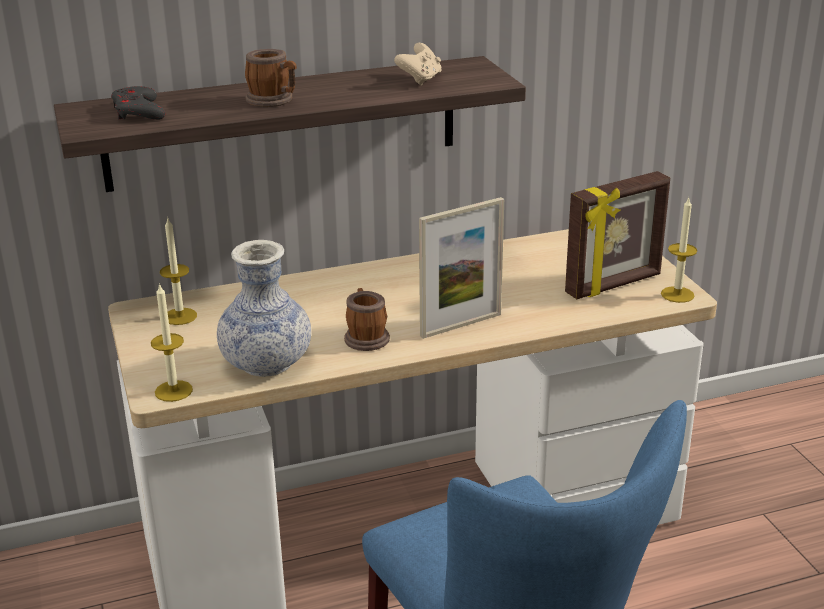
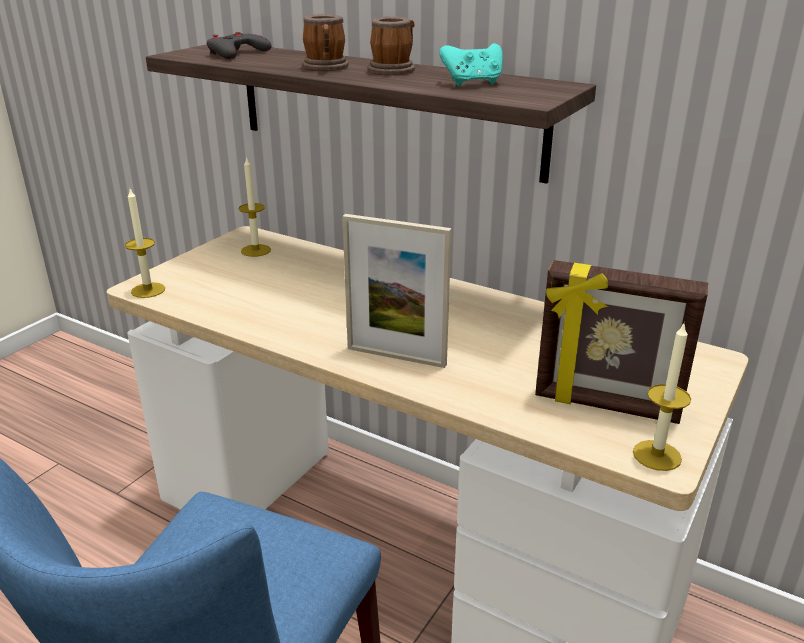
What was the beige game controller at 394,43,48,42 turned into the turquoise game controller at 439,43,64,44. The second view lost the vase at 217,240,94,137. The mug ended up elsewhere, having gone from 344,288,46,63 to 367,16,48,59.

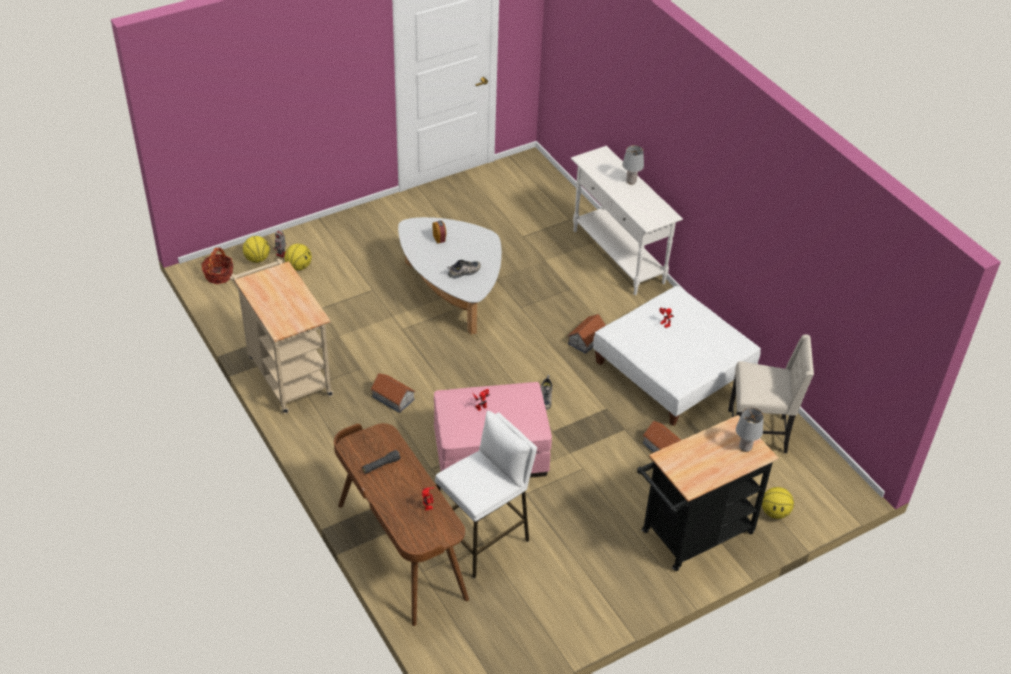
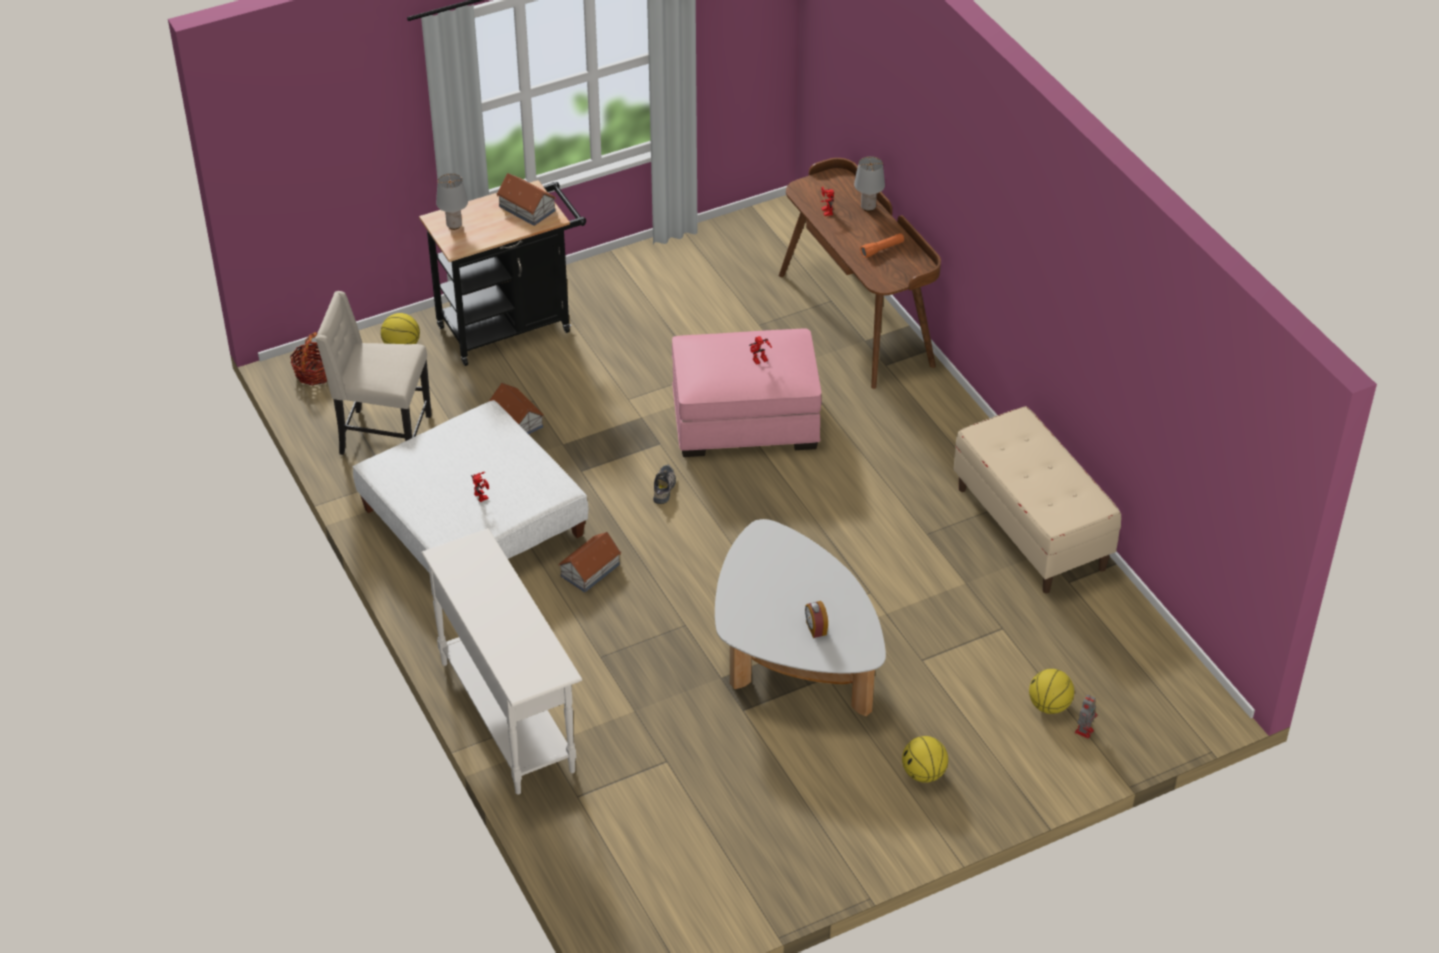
The grey table lamp ended up elsewhere, having gone from 622,145,22,40 to 854,156,31,55. The basketball ended up elsewhere, having gone from 243,236,27,27 to 902,736,46,47. The basket ended up elsewhere, having gone from 201,248,32,36 to 290,332,37,53. Where the beige cart stood at 230,258,104,156, the beige bench came to stand at 953,406,168,187. The second view lost the shoe at 447,260,34,19. The toy house ended up elsewhere, having gone from 371,373,44,40 to 496,173,61,53. The second view lost the white stool at 435,411,102,168. What was the black flashlight at 362,450,39,24 turned into the orange flashlight at 860,233,44,24.

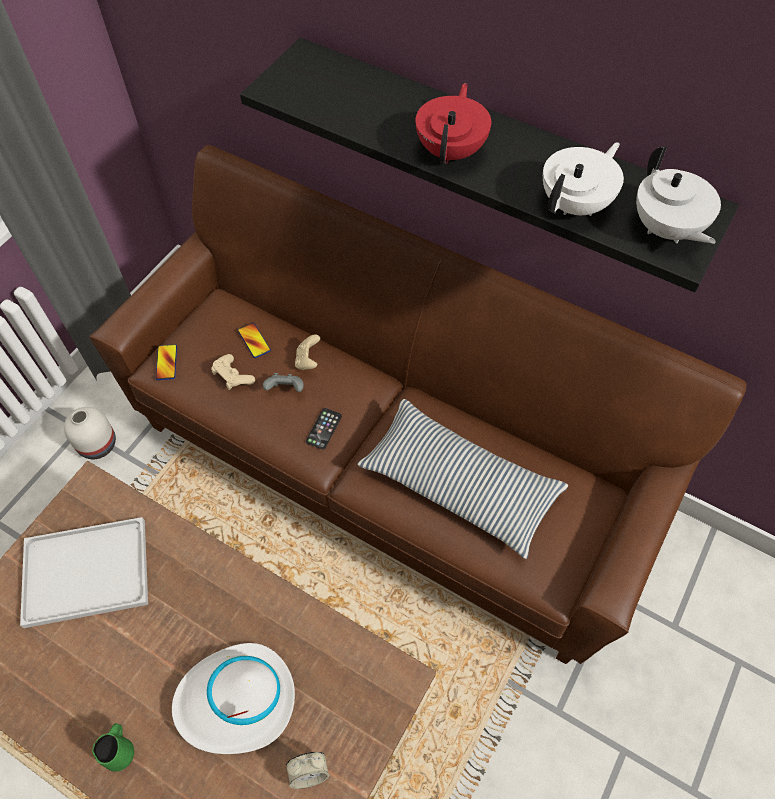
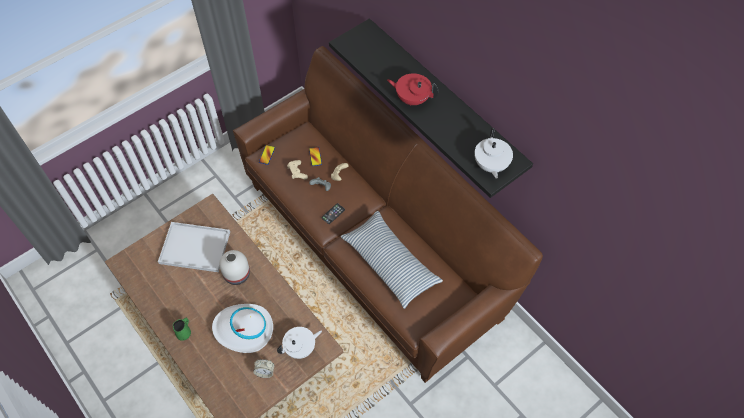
The red teapot at 416,83,75,81 ended up facing another way, 105 degrees counterclockwise from before. The white teapot ended up elsewhere, having gone from 543,142,81,74 to 277,327,45,32. The white vase ended up elsewhere, having gone from 64,407,52,52 to 219,250,31,35.

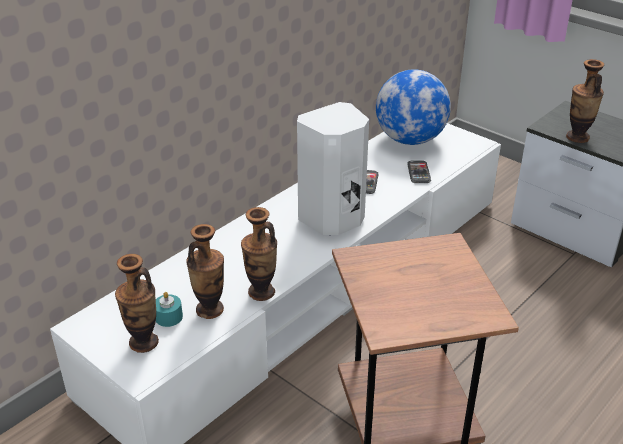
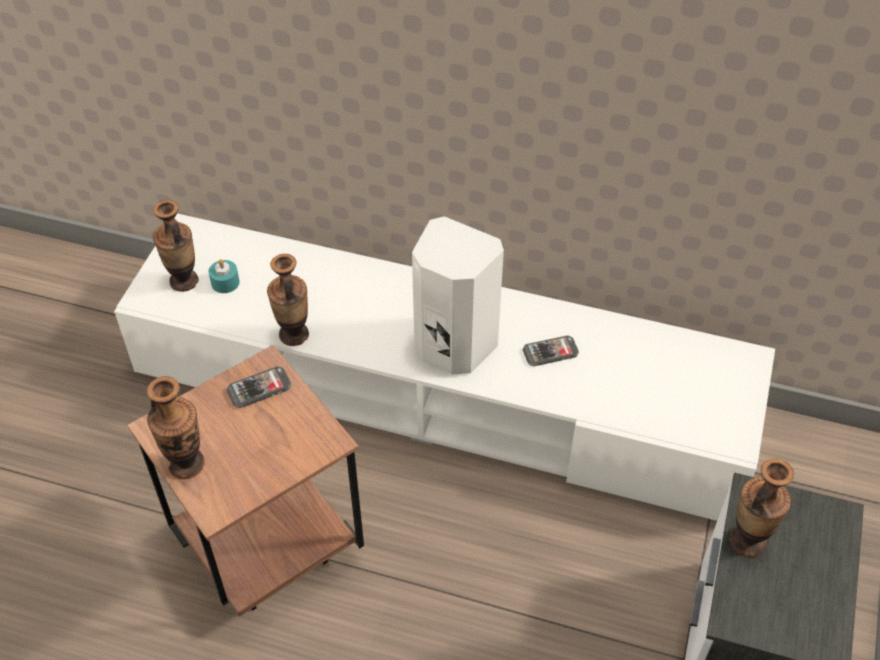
The second view lost the globe at 376,69,75,76. The phone ended up elsewhere, having gone from 407,160,24,23 to 227,366,64,42. The vase ended up elsewhere, having gone from 186,224,38,95 to 147,376,58,103.

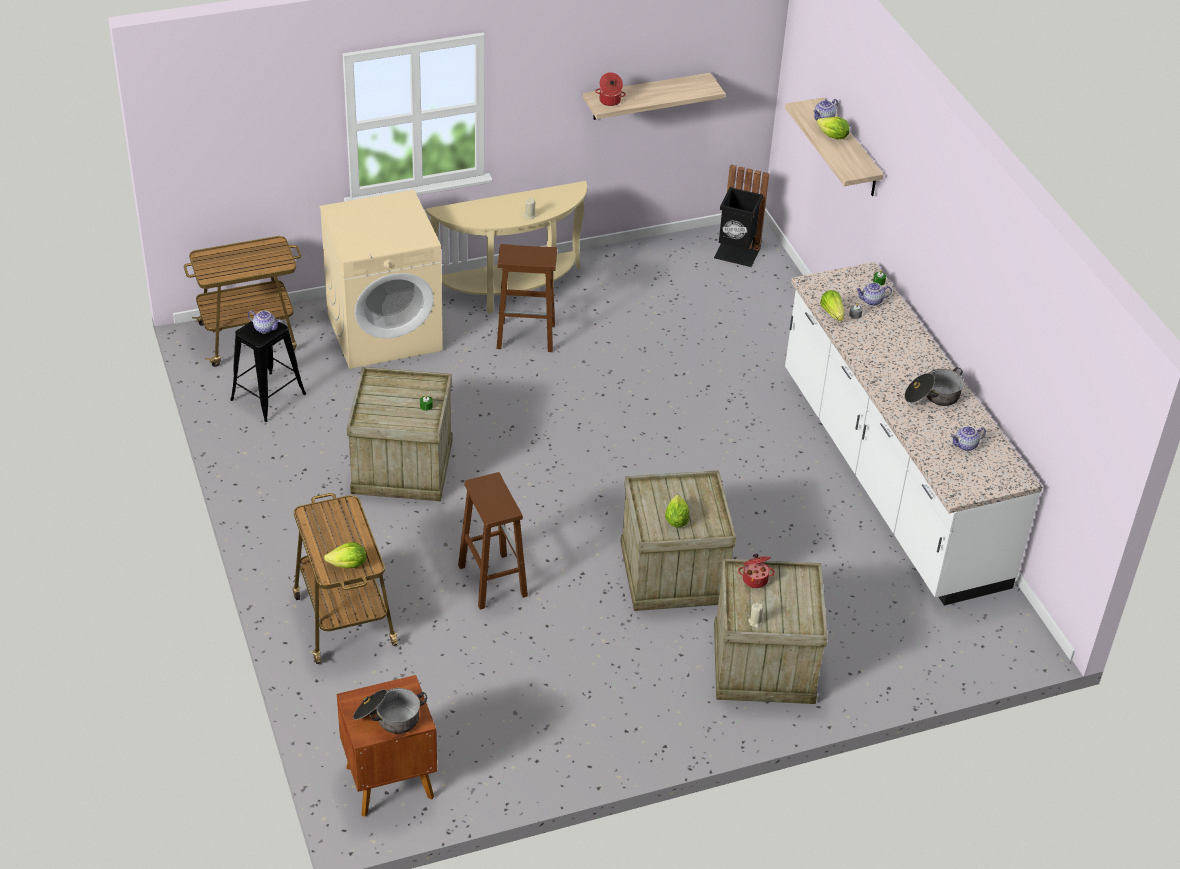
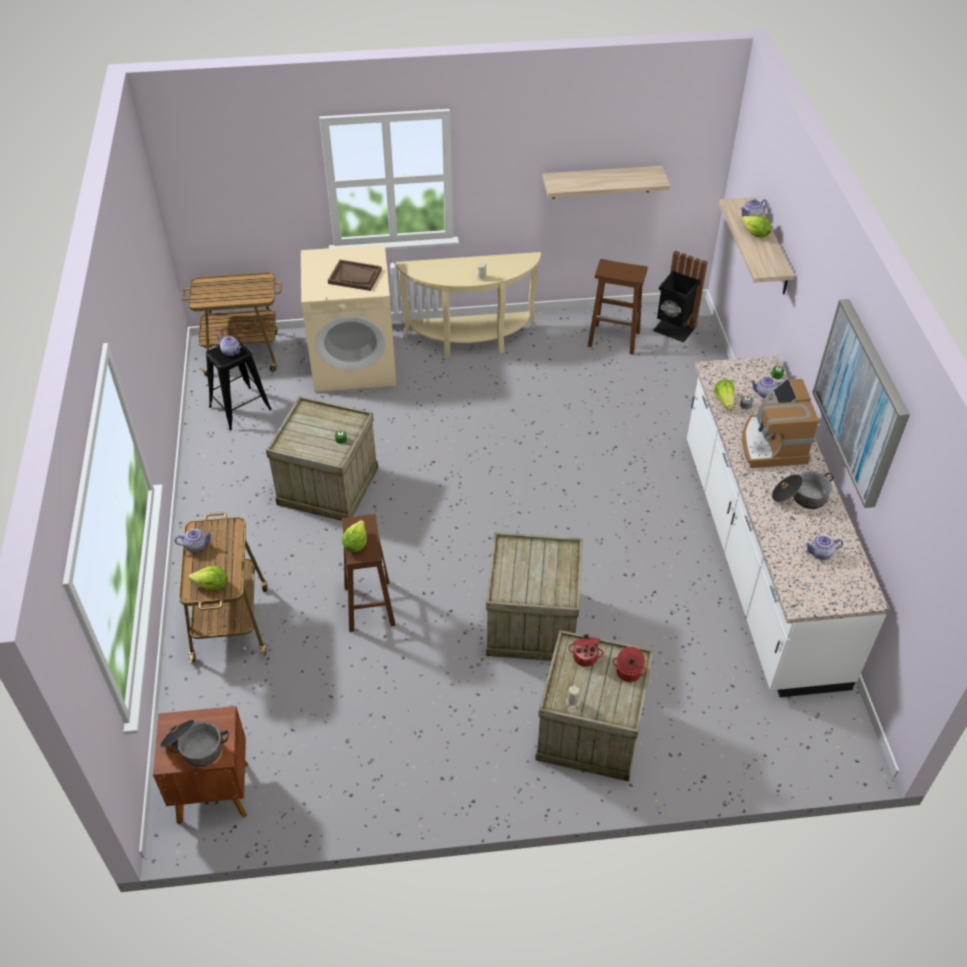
The cooking pot ended up elsewhere, having gone from 595,72,31,34 to 613,647,34,35. The brown stool ended up elsewhere, having gone from 496,244,61,108 to 588,259,60,96. The lettuce ended up elsewhere, having gone from 665,495,24,32 to 342,520,25,32. The second view gained the brown tray at 328,260,54,31. The second view gained the picture at 812,299,98,209. The second view gained the coffee machine at 742,378,77,90. The second view gained the teapot at 175,529,38,23.

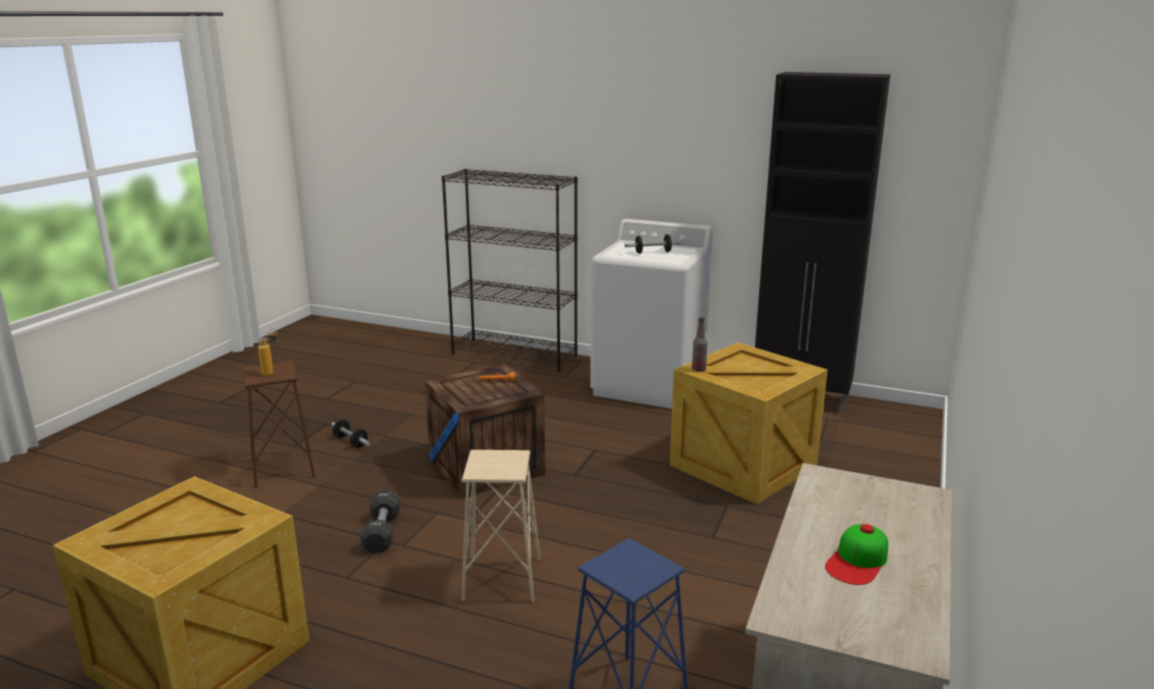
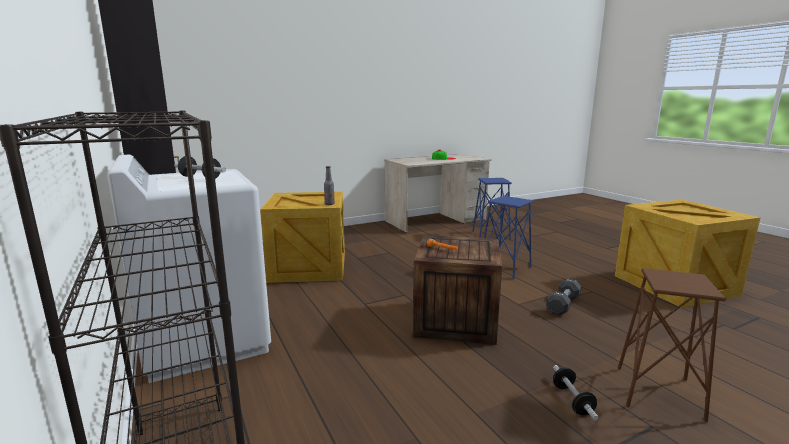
The second view lost the bottle at 258,329,20,47. What was the beige stool at 461,450,80,152 turned into the blue stool at 484,196,49,83.

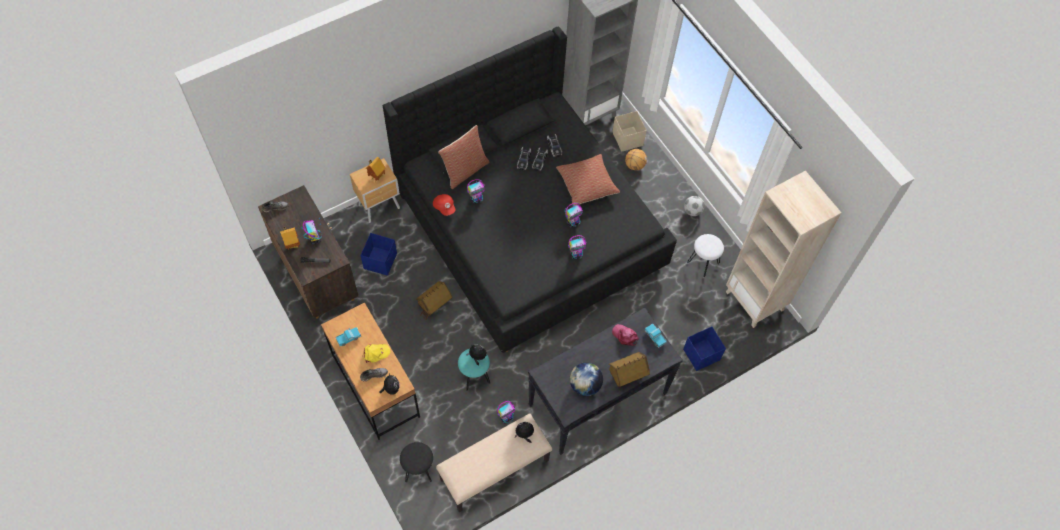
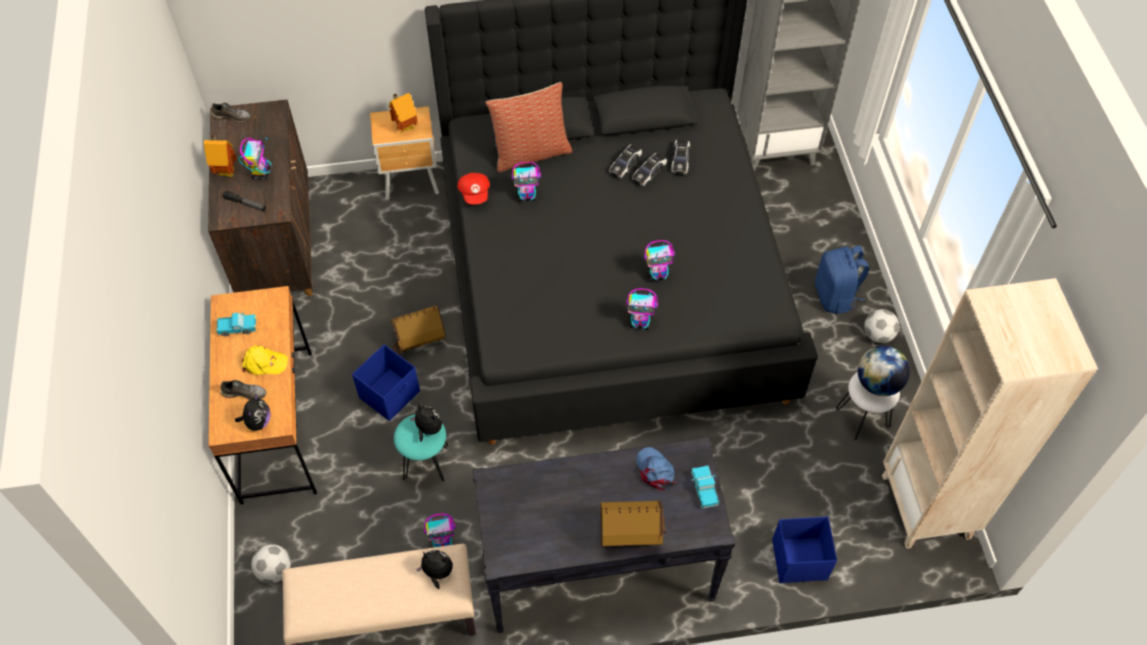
The second view lost the beige storage box at 612,111,35,41. The second view lost the basketball at 625,149,22,21. The second view lost the pillow at 556,154,64,52. The blue storage box ended up elsewhere, having gone from 360,233,37,43 to 352,344,68,77. What was the pink cap at 612,324,27,22 turned into the blue cap at 636,447,41,43. The globe ended up elsewhere, having gone from 570,362,33,34 to 858,346,52,50. Where the black stool stood at 400,442,33,41, the football came to stand at 251,544,40,39. The second view gained the blue backpack at 815,246,54,68.

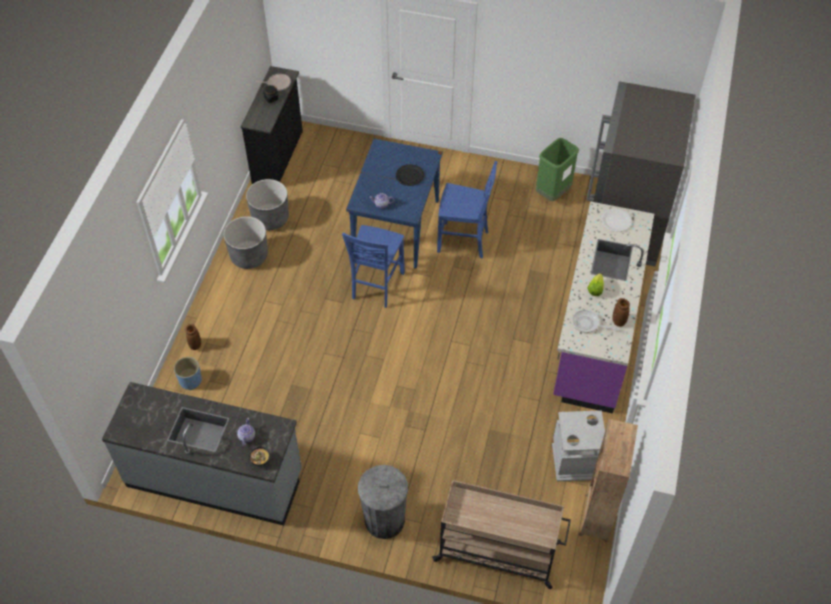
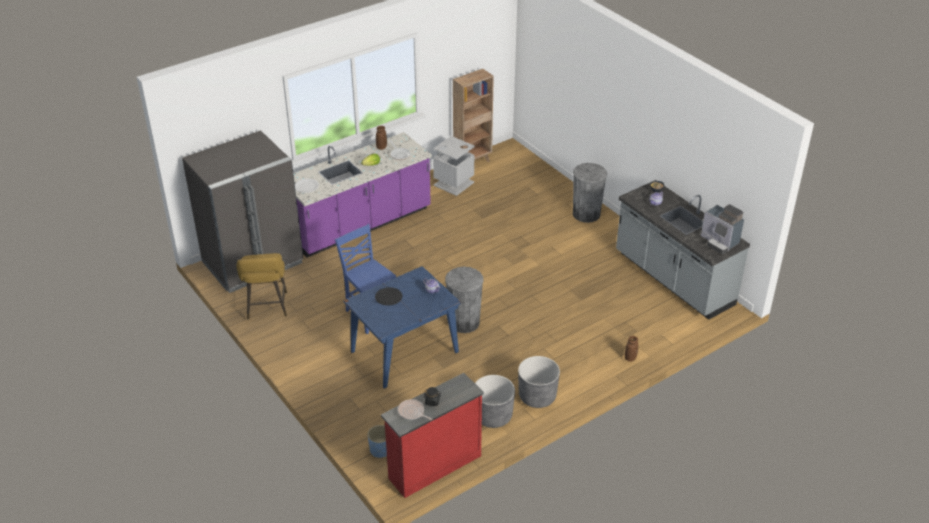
What was the black dresser at 240,66,63,118 turned into the red dresser at 381,373,103,125. Where the green trash can stood at 536,138,43,63, the yellow stool came to stand at 237,253,50,67. Where the blue chair stood at 342,225,63,83, the grey trash can came to stand at 445,267,38,66. The blue planter ended up elsewhere, having gone from 174,357,28,33 to 368,425,19,33. The second view lost the beige cart at 432,480,139,109. The second view gained the coffee machine at 701,204,43,50.

